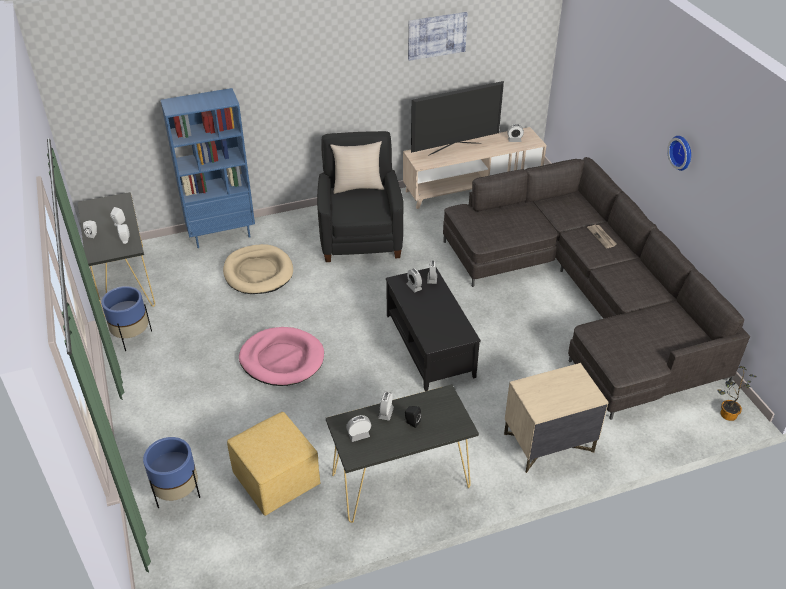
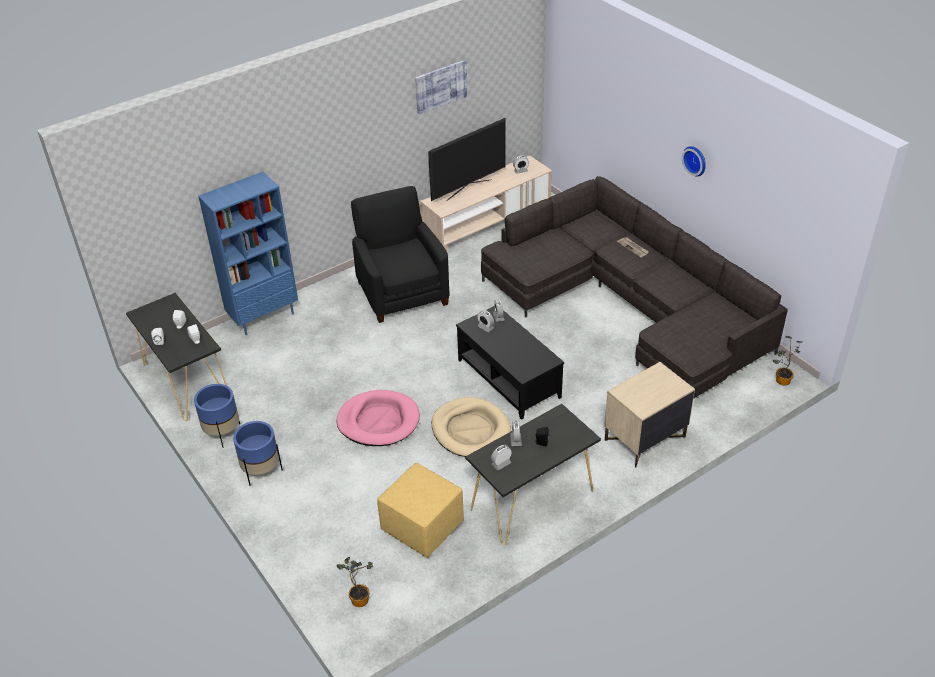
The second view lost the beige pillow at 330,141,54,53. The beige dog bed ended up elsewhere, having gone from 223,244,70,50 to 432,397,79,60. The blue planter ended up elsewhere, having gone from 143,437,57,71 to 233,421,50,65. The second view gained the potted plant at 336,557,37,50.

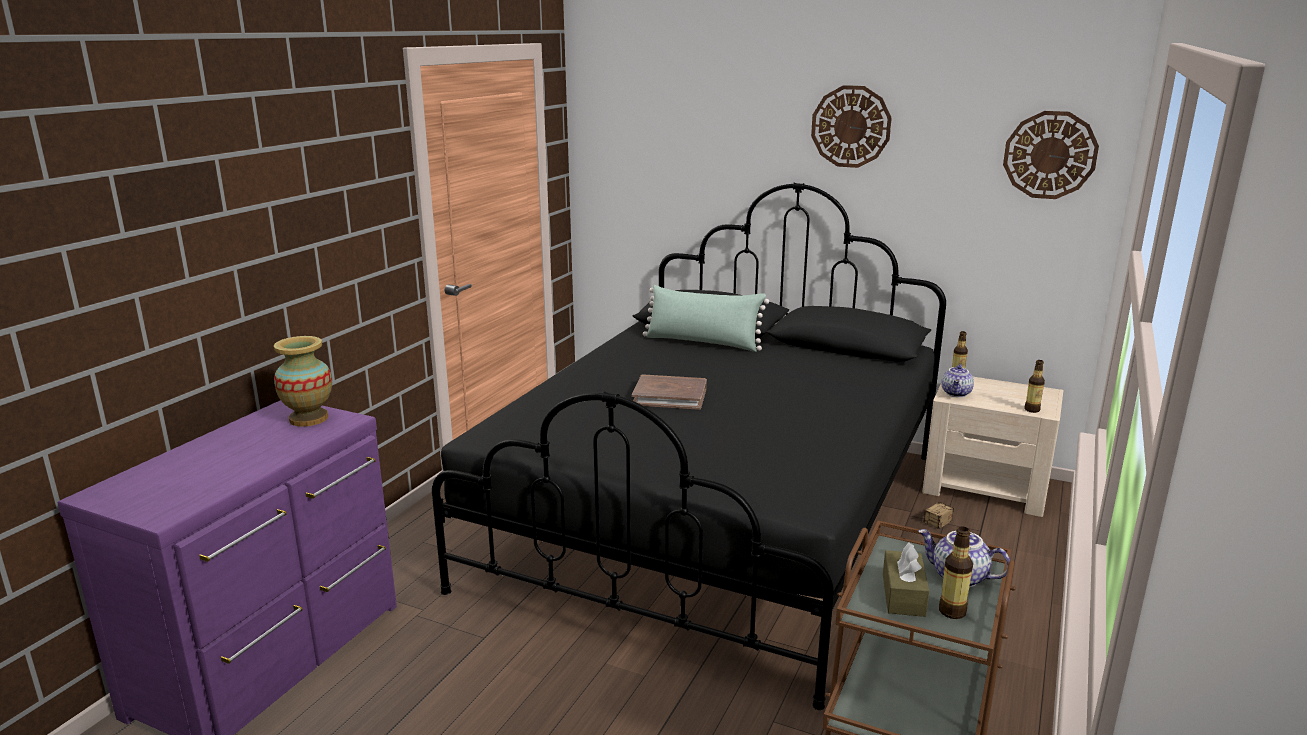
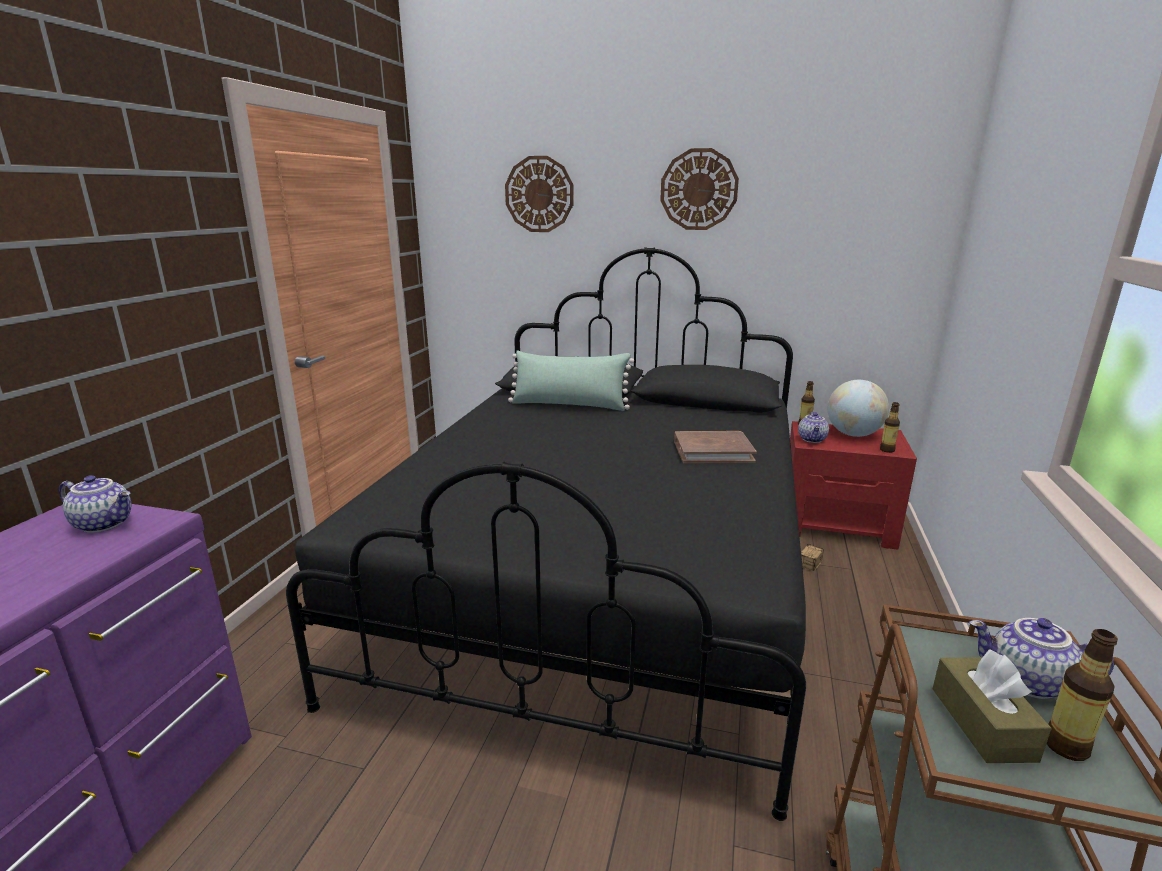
The wall clock ended up elsewhere, having gone from 1003,111,96,88 to 505,156,68,76. Where the vase stood at 274,336,58,91, the teapot came to stand at 59,475,72,58. The brown book ended up elsewhere, having gone from 632,374,75,36 to 674,431,83,32. What was the beige nightstand at 922,377,141,140 turned into the red nightstand at 790,421,127,129. The second view gained the globe at 828,380,61,57.

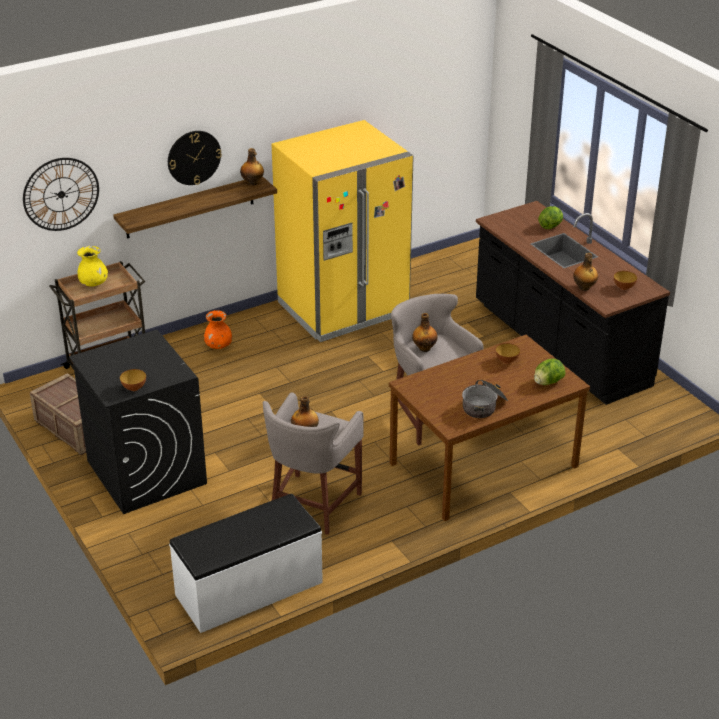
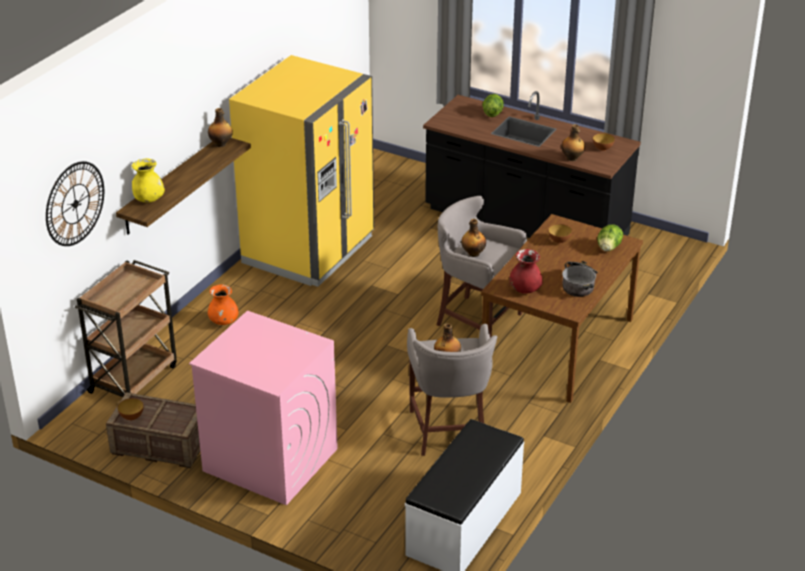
The second view lost the wall clock at 168,131,54,54. The yellow vase ended up elsewhere, having gone from 77,246,31,41 to 132,158,33,45. What was the black washing machine at 69,330,138,184 turned into the pink washing machine at 189,311,149,194. The bowl ended up elsewhere, having gone from 120,369,26,22 to 118,398,26,22. The second view gained the red vase at 509,249,34,45.

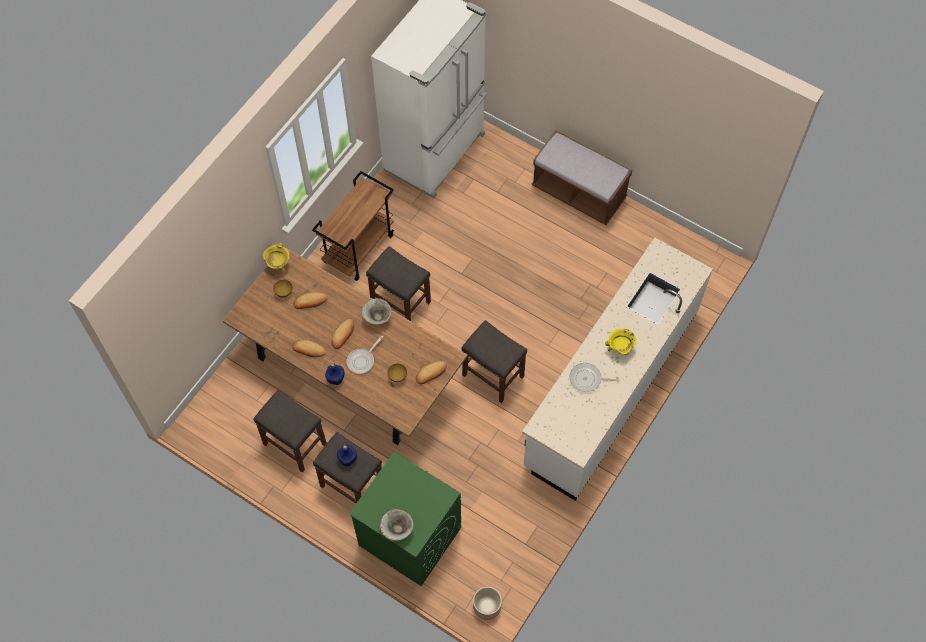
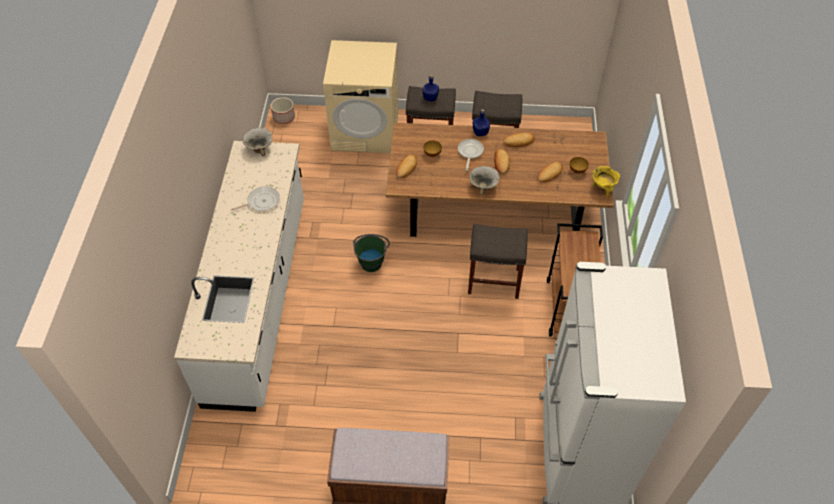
Where the grey stool stood at 461,320,66,83, the green bucket came to stand at 353,234,37,38. The second view lost the yellow cooking pot at 605,328,32,28. What was the green washing machine at 349,452,112,134 turned into the beige washing machine at 323,40,75,113. The bowl ended up elsewhere, having gone from 380,509,34,32 to 242,127,31,29.

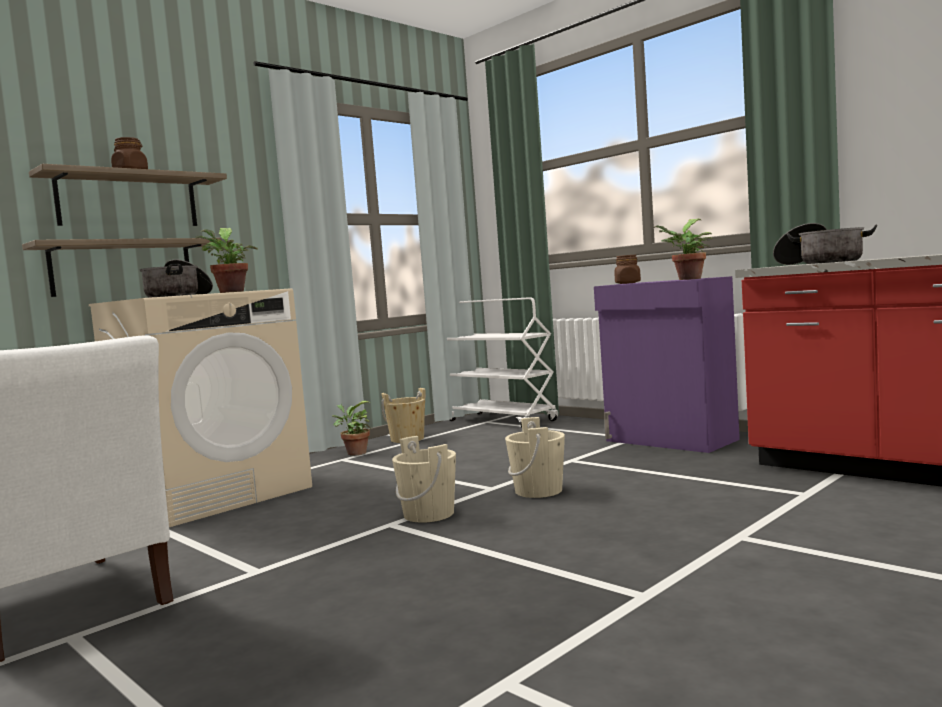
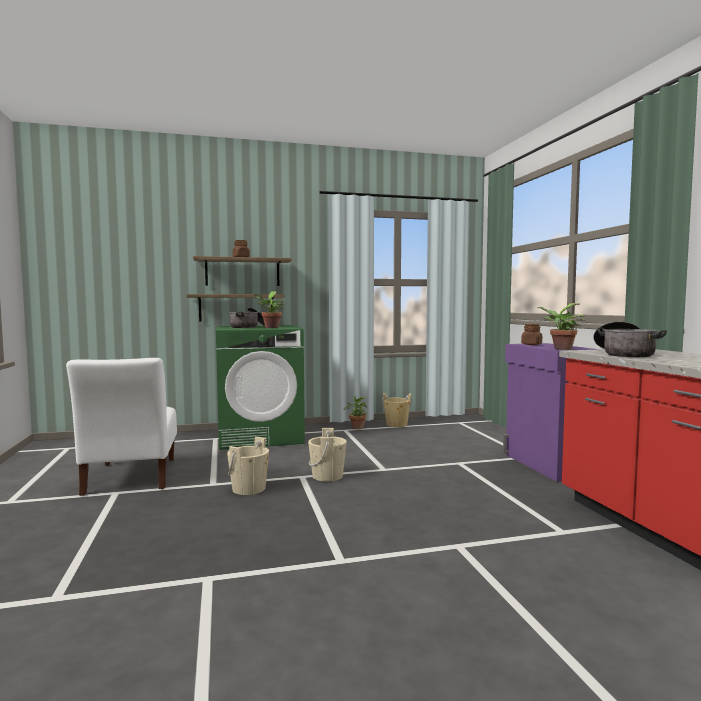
What was the beige washing machine at 89,288,223,239 turned into the green washing machine at 216,325,89,125. The second view lost the white cart at 447,297,111,130. The beige bucket ended up elsewhere, having gone from 505,417,60,81 to 227,437,42,58.

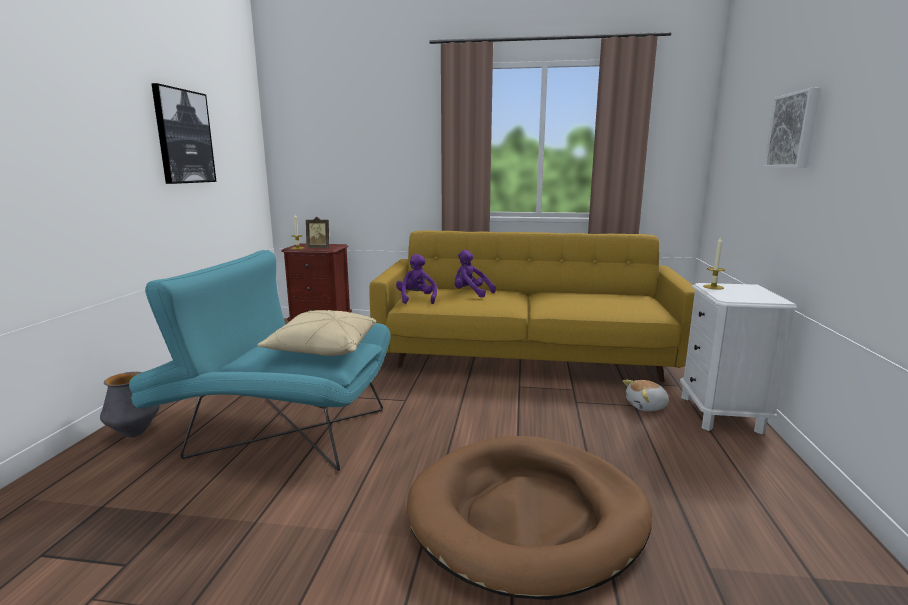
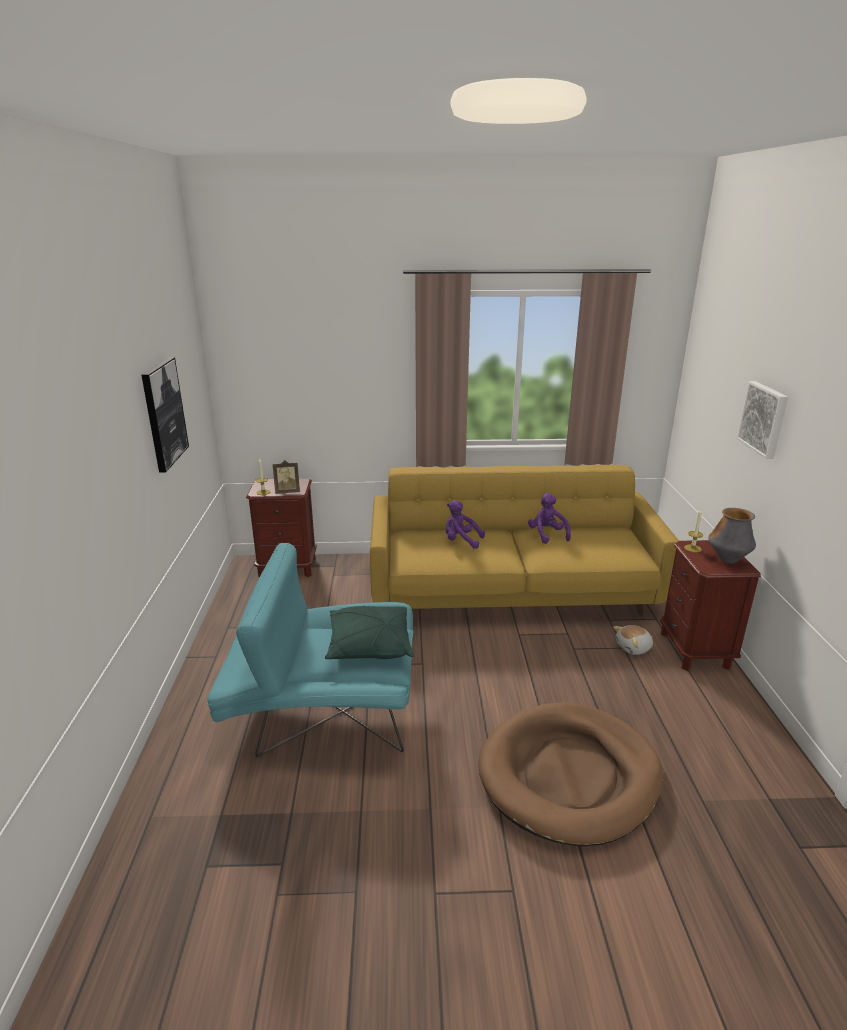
The purple plush toy ended up elsewhere, having gone from 396,254,41,50 to 528,493,43,51. What was the white nightstand at 680,283,117,151 turned into the brown nightstand at 660,540,101,131. What was the beige pillow at 258,310,118,46 turned into the green pillow at 325,606,89,53. The vase ended up elsewhere, having gone from 100,372,60,65 to 708,508,48,55.

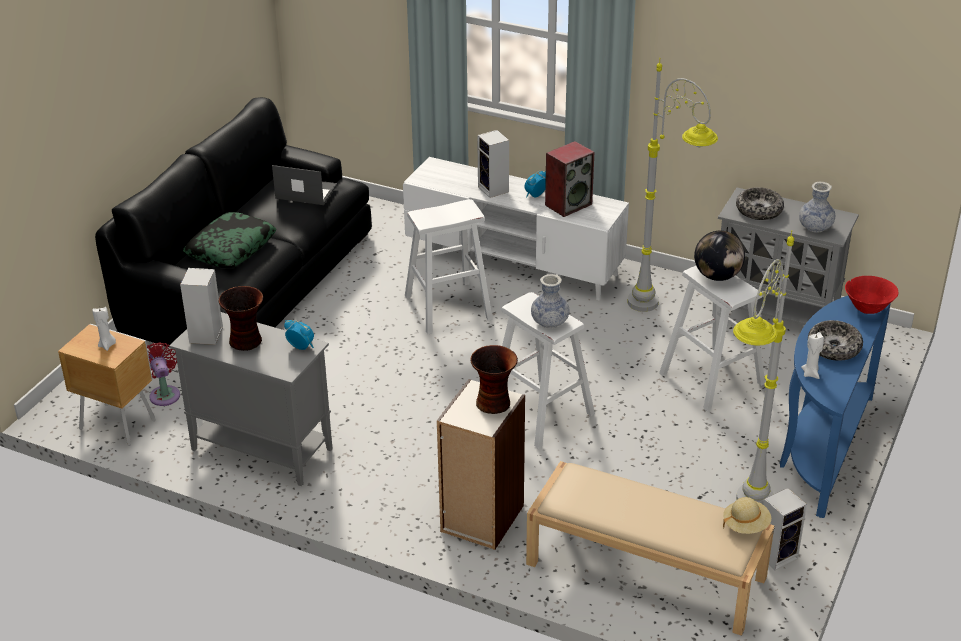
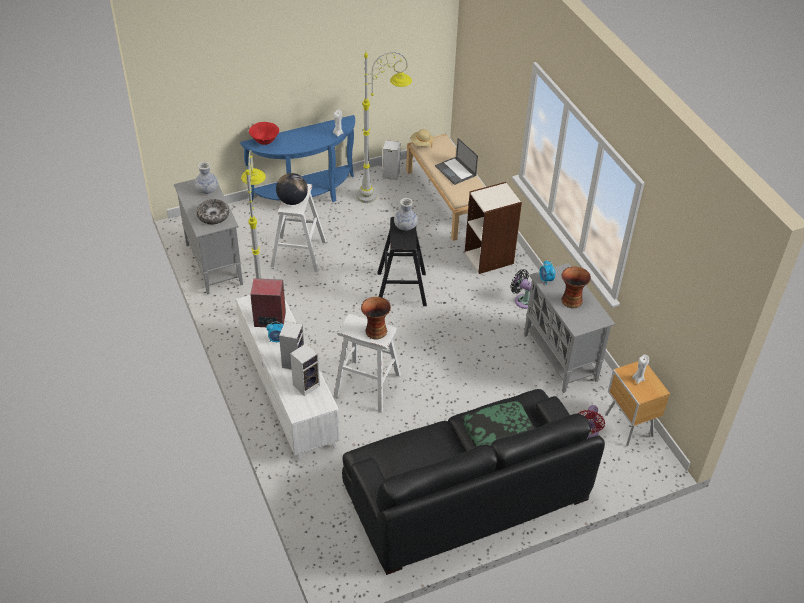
The laptop ended up elsewhere, having gone from 272,165,65,40 to 435,138,43,47. The speaker ended up elsewhere, having gone from 180,268,43,77 to 290,343,30,53. What was the white stool at 501,292,94,157 turned into the black stool at 377,217,50,89. The second view lost the bowl at 808,320,55,41. The vase ended up elsewhere, having gone from 470,345,48,69 to 361,297,30,43. The second view gained the black fan at 510,269,21,40.

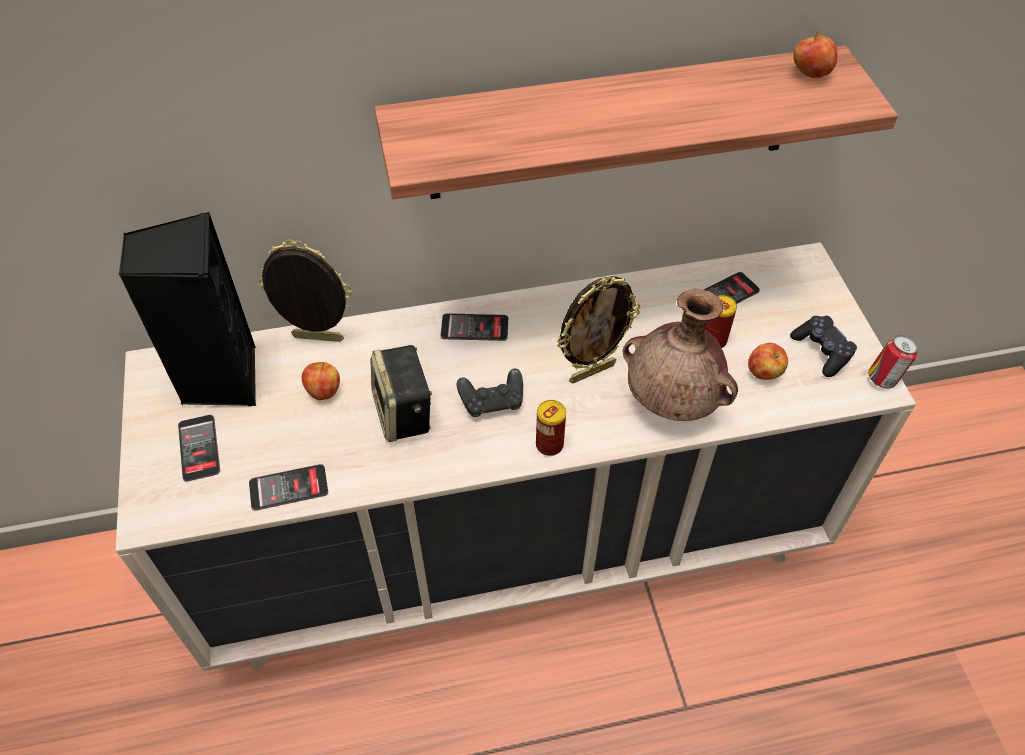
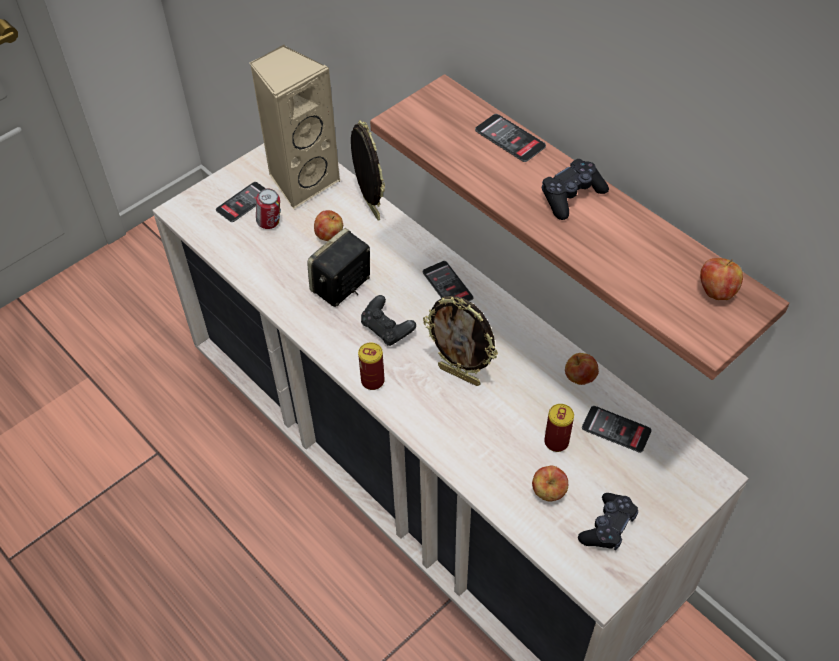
What was the black speaker at 119,212,137,194 turned into the beige speaker at 249,45,92,164. The second view lost the brown vase at 623,289,115,132. The can ended up elsewhere, having gone from 868,335,50,53 to 256,188,25,41. The phone ended up elsewhere, having gone from 249,464,79,47 to 475,114,71,48. The second view gained the black game controller at 542,159,67,61. The second view gained the apple at 565,353,34,32.

